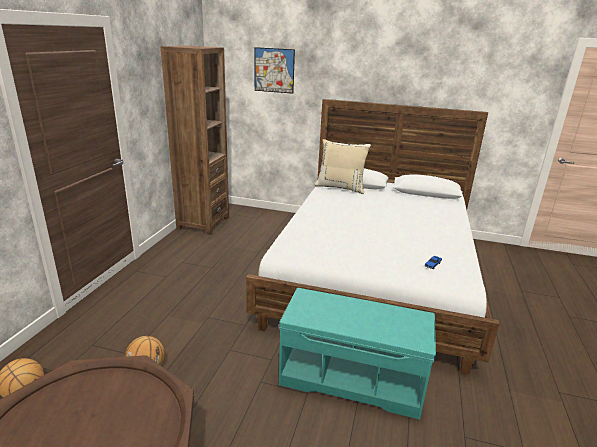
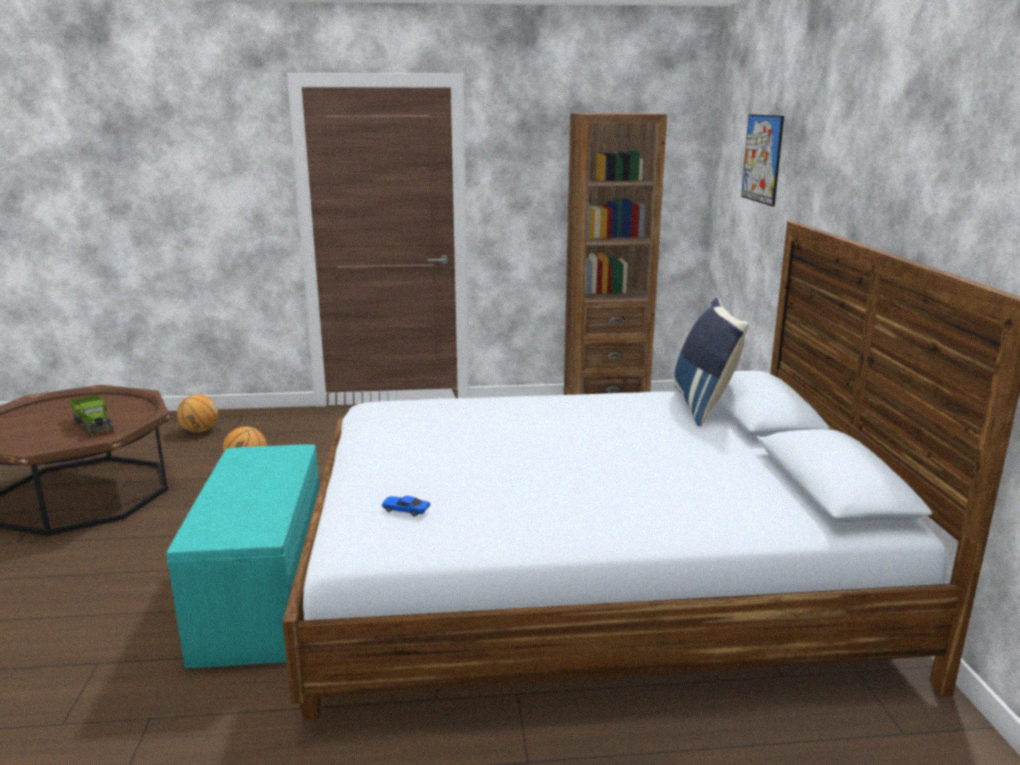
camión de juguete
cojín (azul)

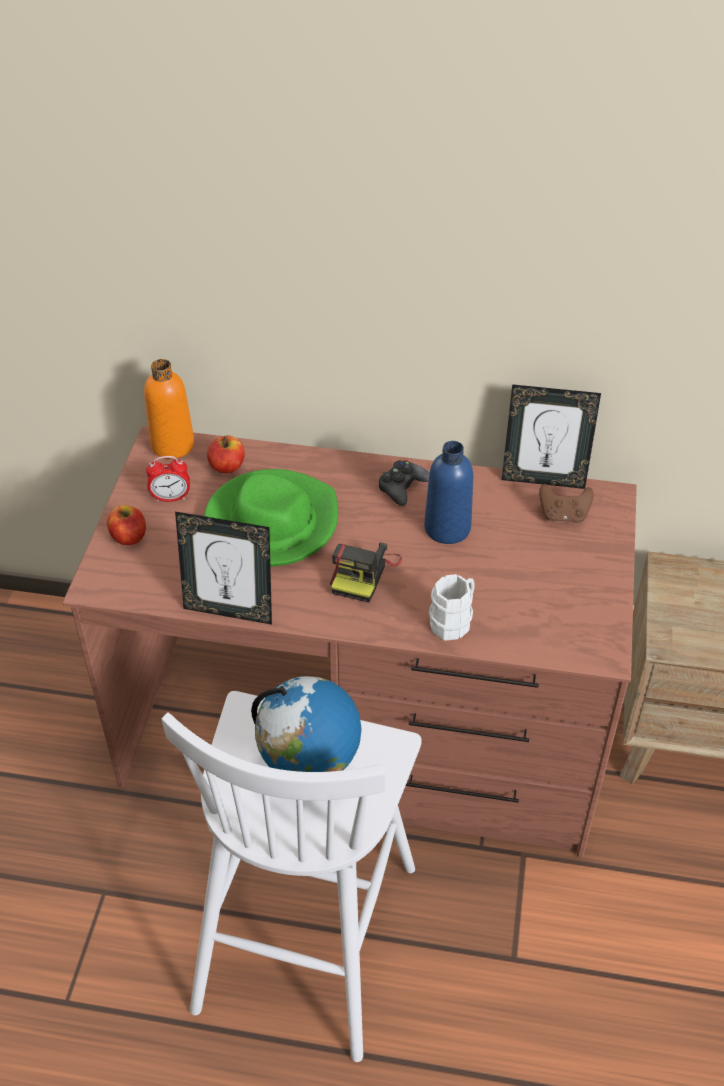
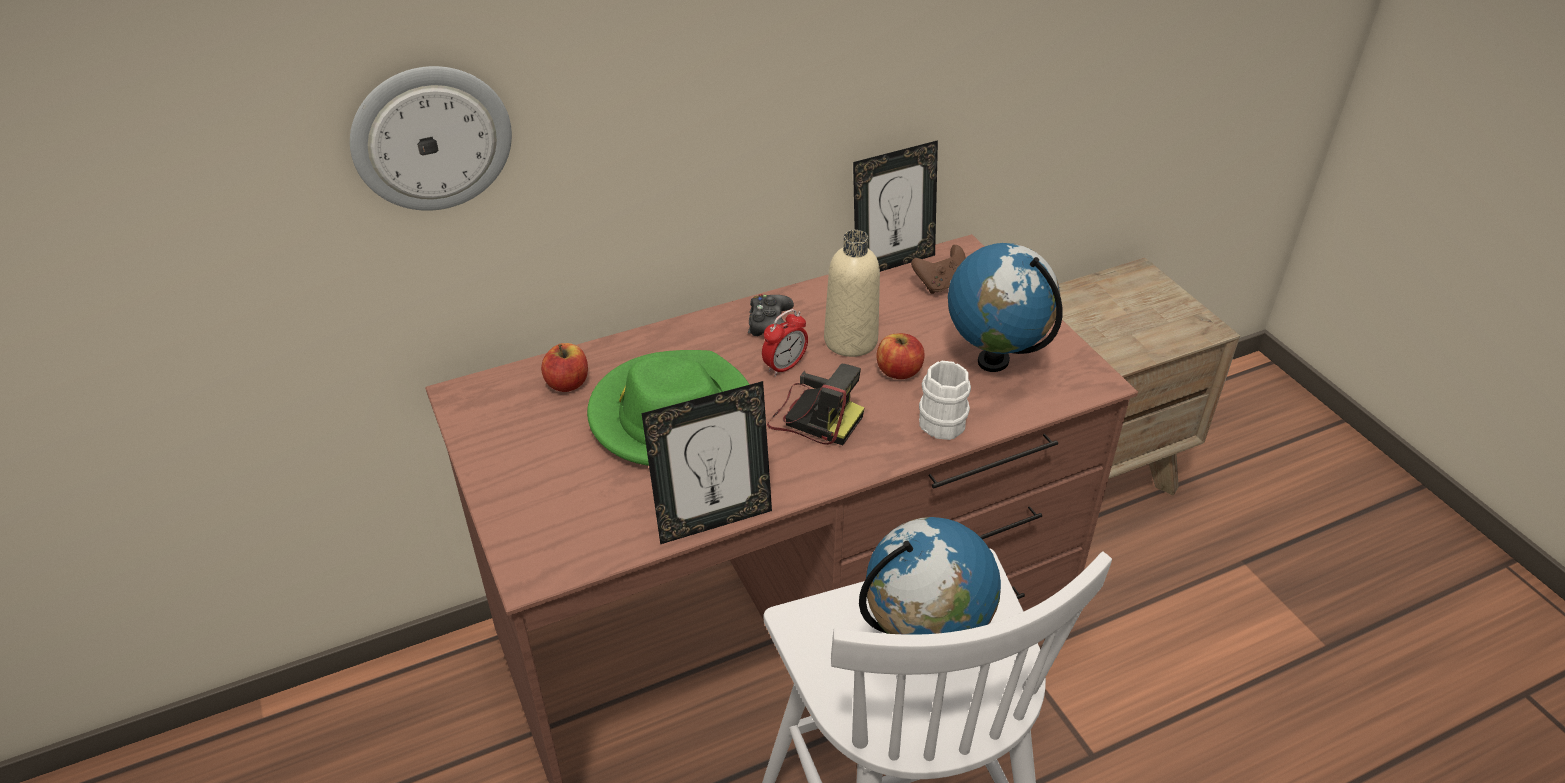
botella (naranja)
reloj de pared
globo terráqueo (no. 2 from left)
manzana (no. 2 from left)
despertador
botella (beis)
cámara

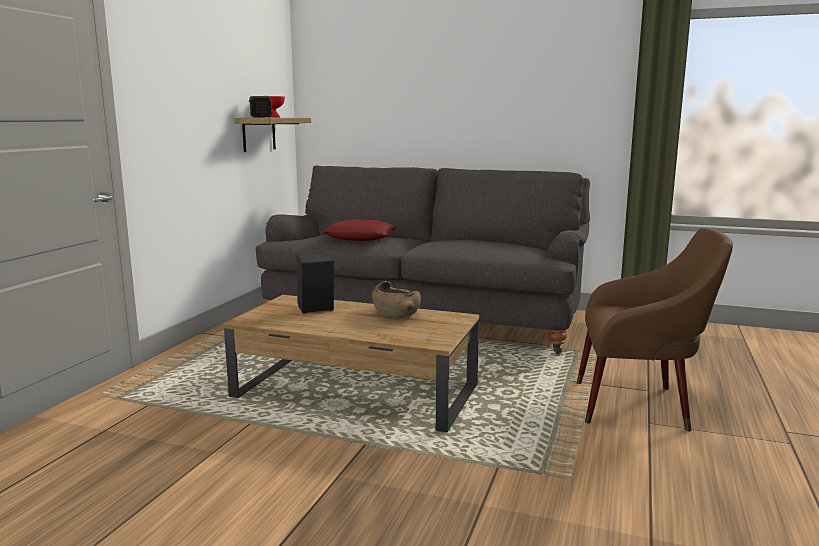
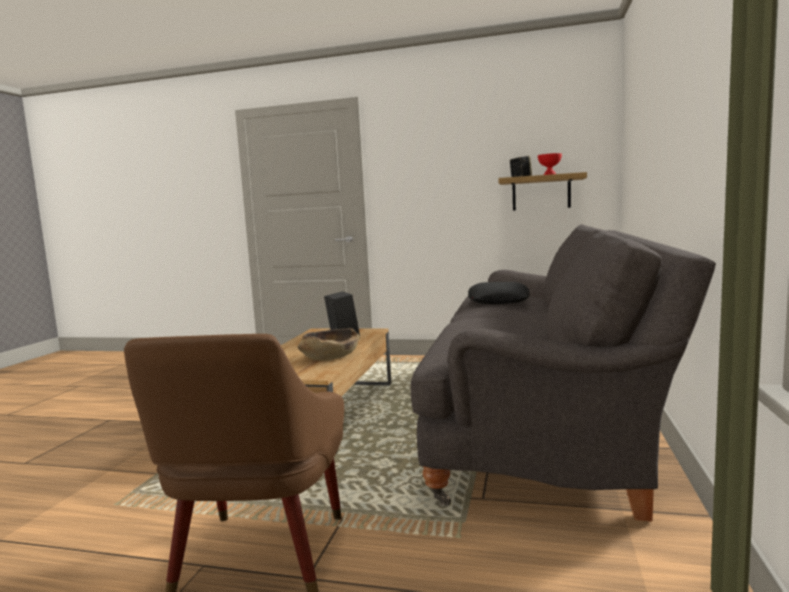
cojín (negro)

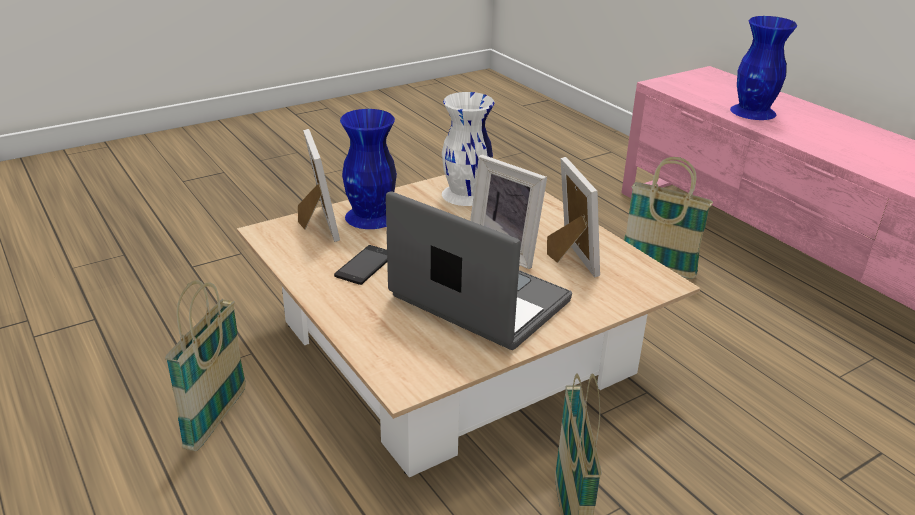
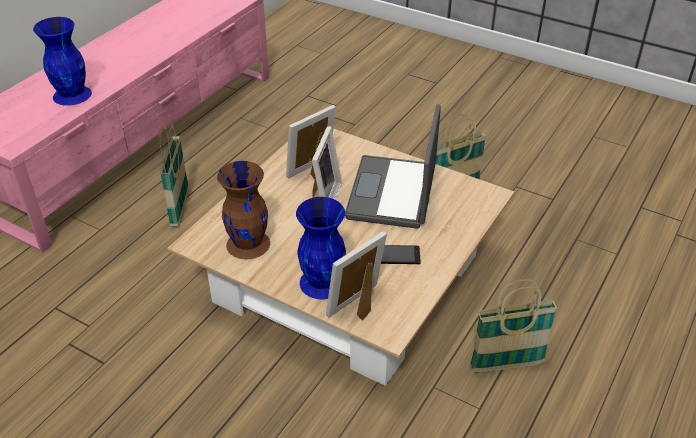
florero (marrón)

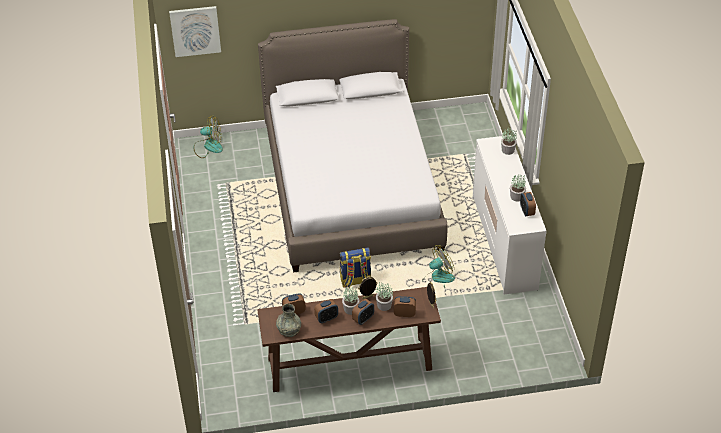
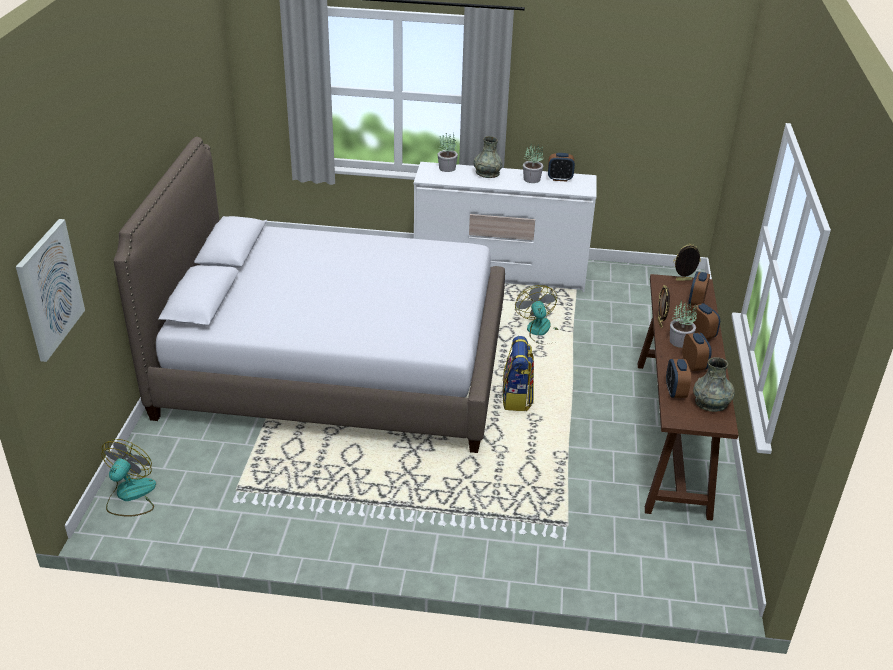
planta en maceta (no. 2 from left in the first image)
florero (gris) (no. 1 from left)

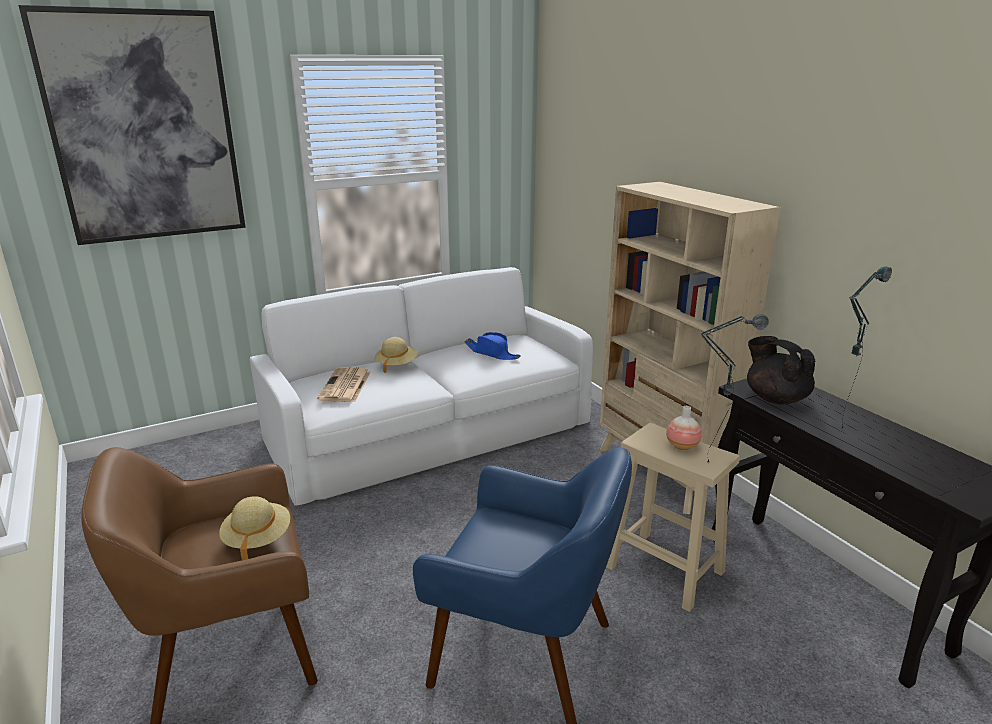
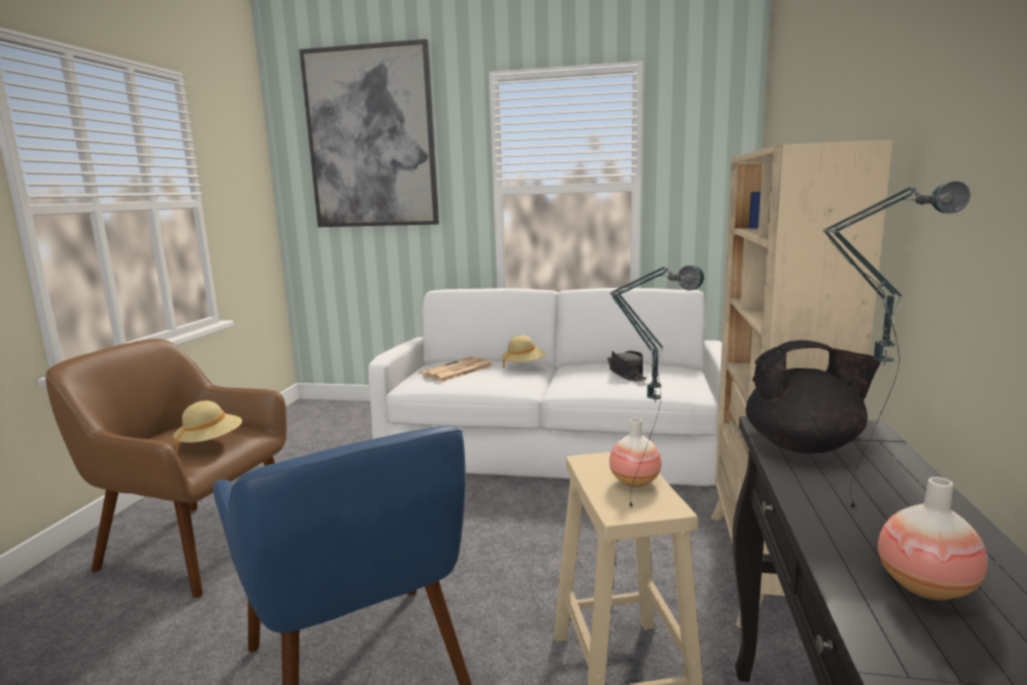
florero (no. 2 from left)
sombrero (negro)
tetera (negro)

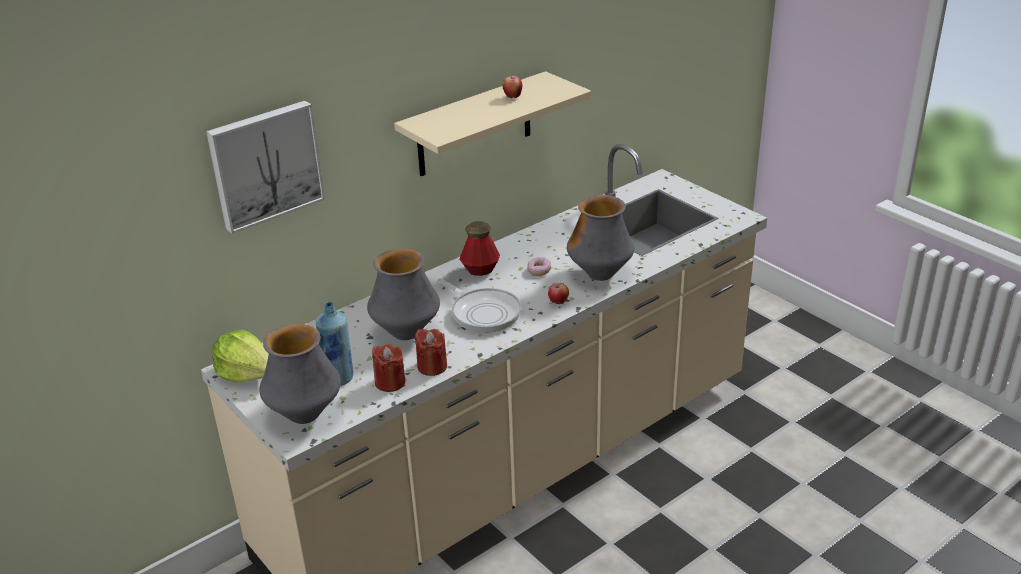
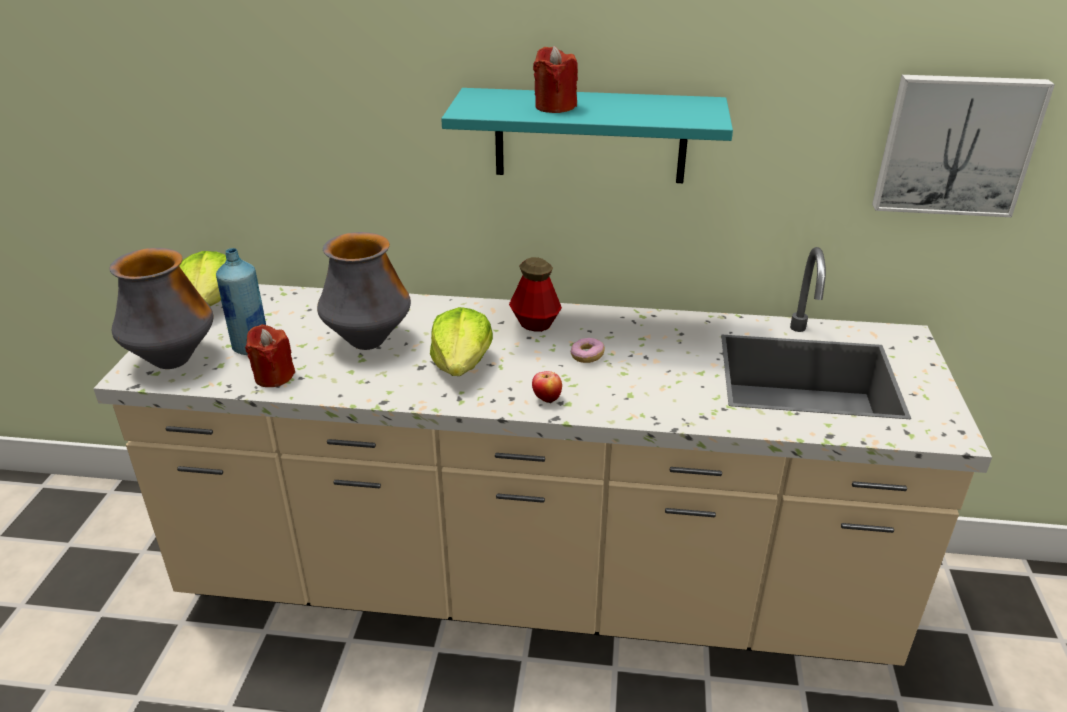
manzana (no. 1 from left in the first image)
florero (no. 3 from left in the first image)
cuadro
vela (rojo) (no. 2 from left)
lechuga (no. 2 from left)
estante (turquesa)

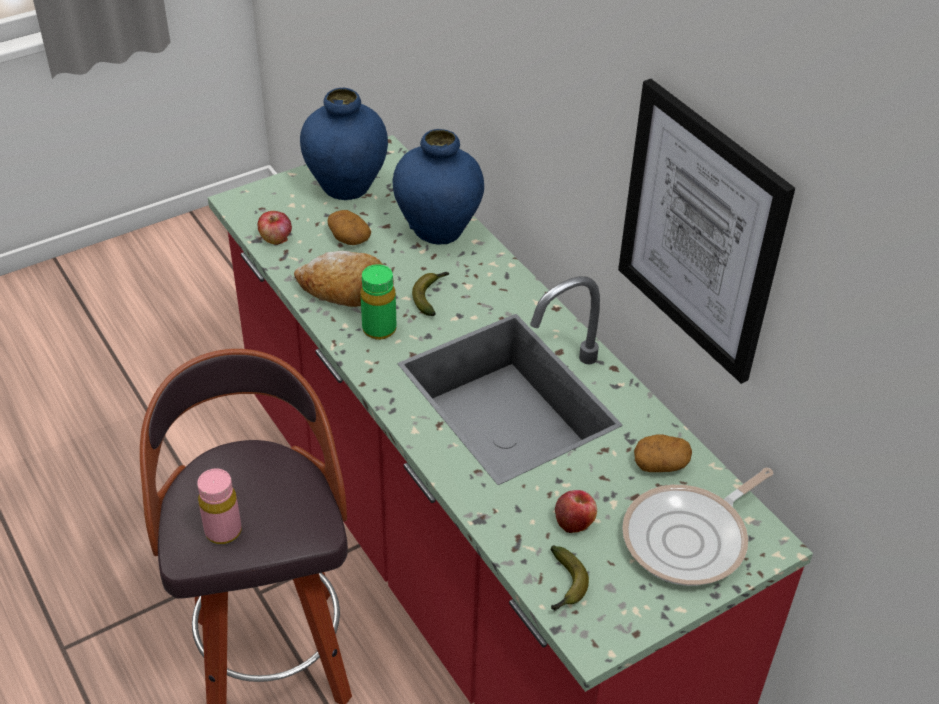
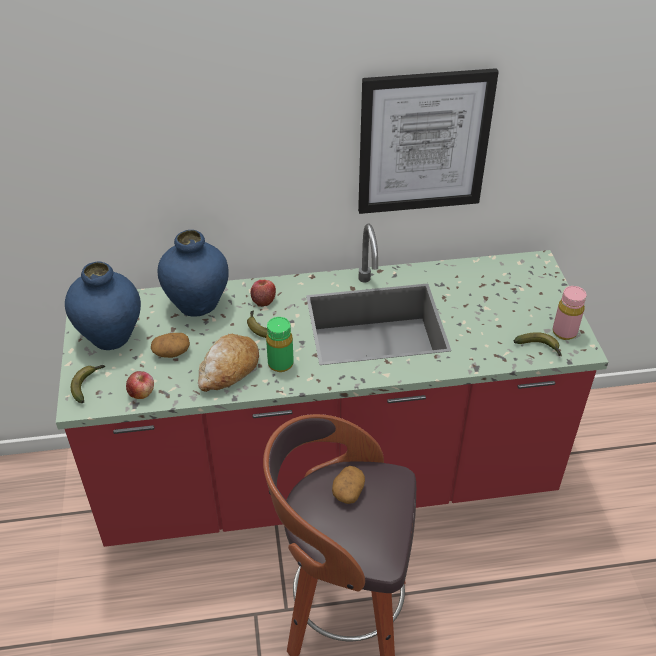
sartén
plátano (no. 1 from left)
botella (rosa)
manzana (no. 2 from left)
patata (no. 2 from left)

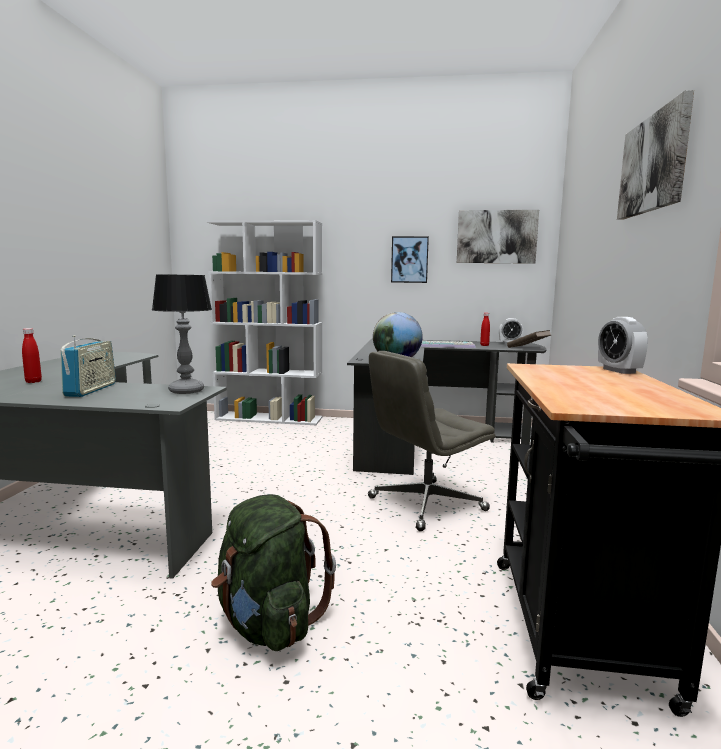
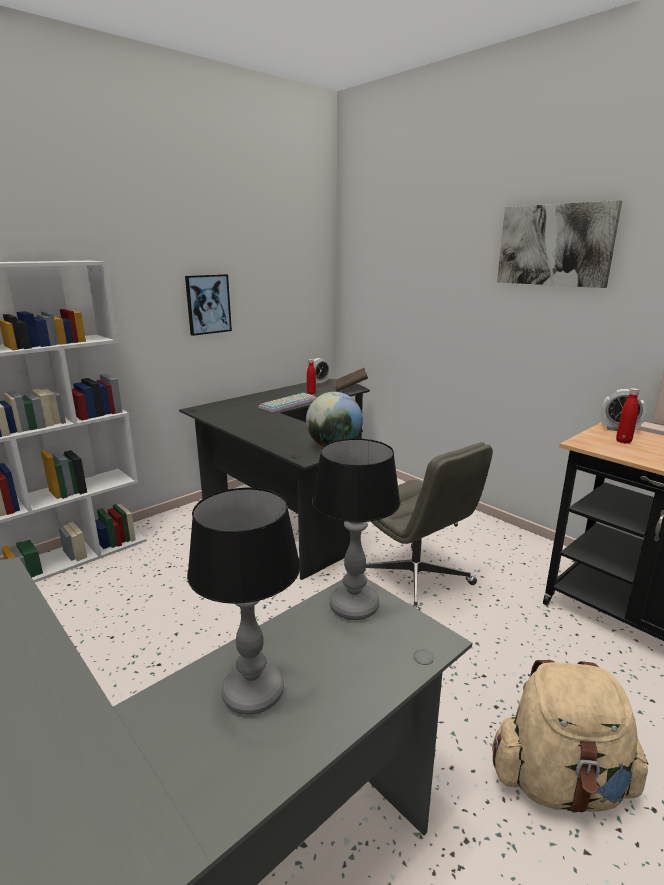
cuadro (no. 2 from left in the first image)
botella (rojo) (no. 2 from left)
lámpara de mesa (no. 1 from left)
mochila (beis)
silla de oficina (gris)

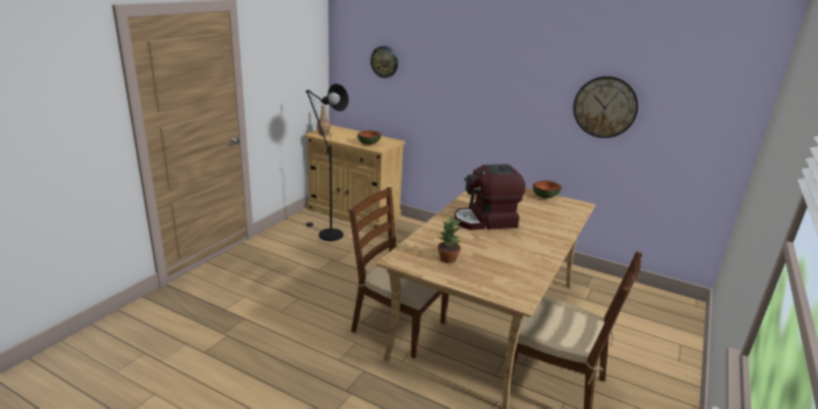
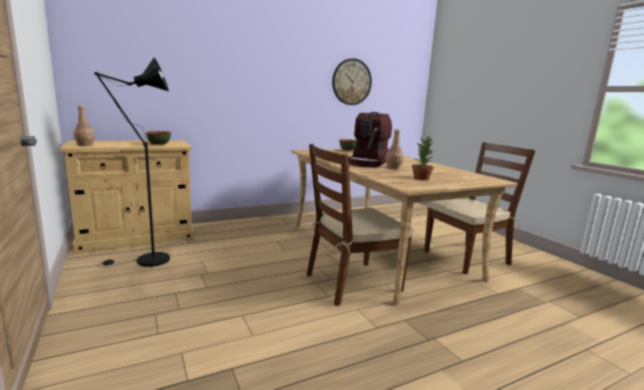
reloj de pared (no. 1 from left in the first image)
botella (marrón) (no. 2 from left)

